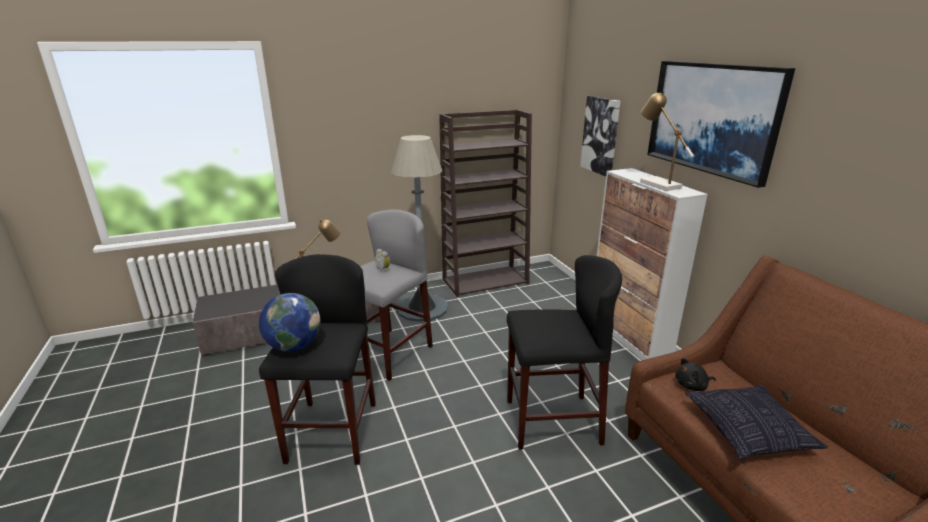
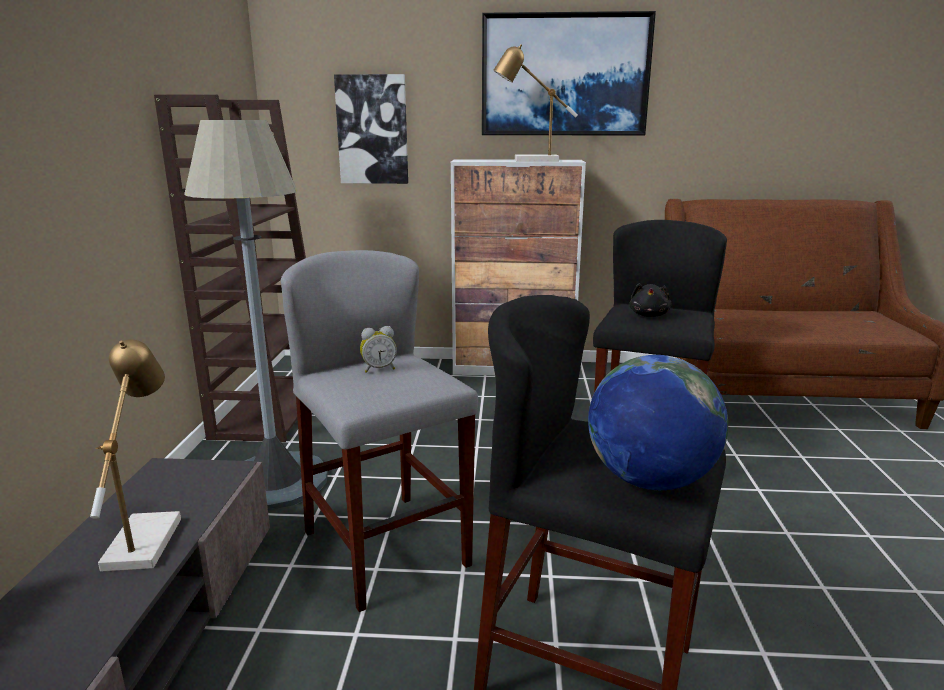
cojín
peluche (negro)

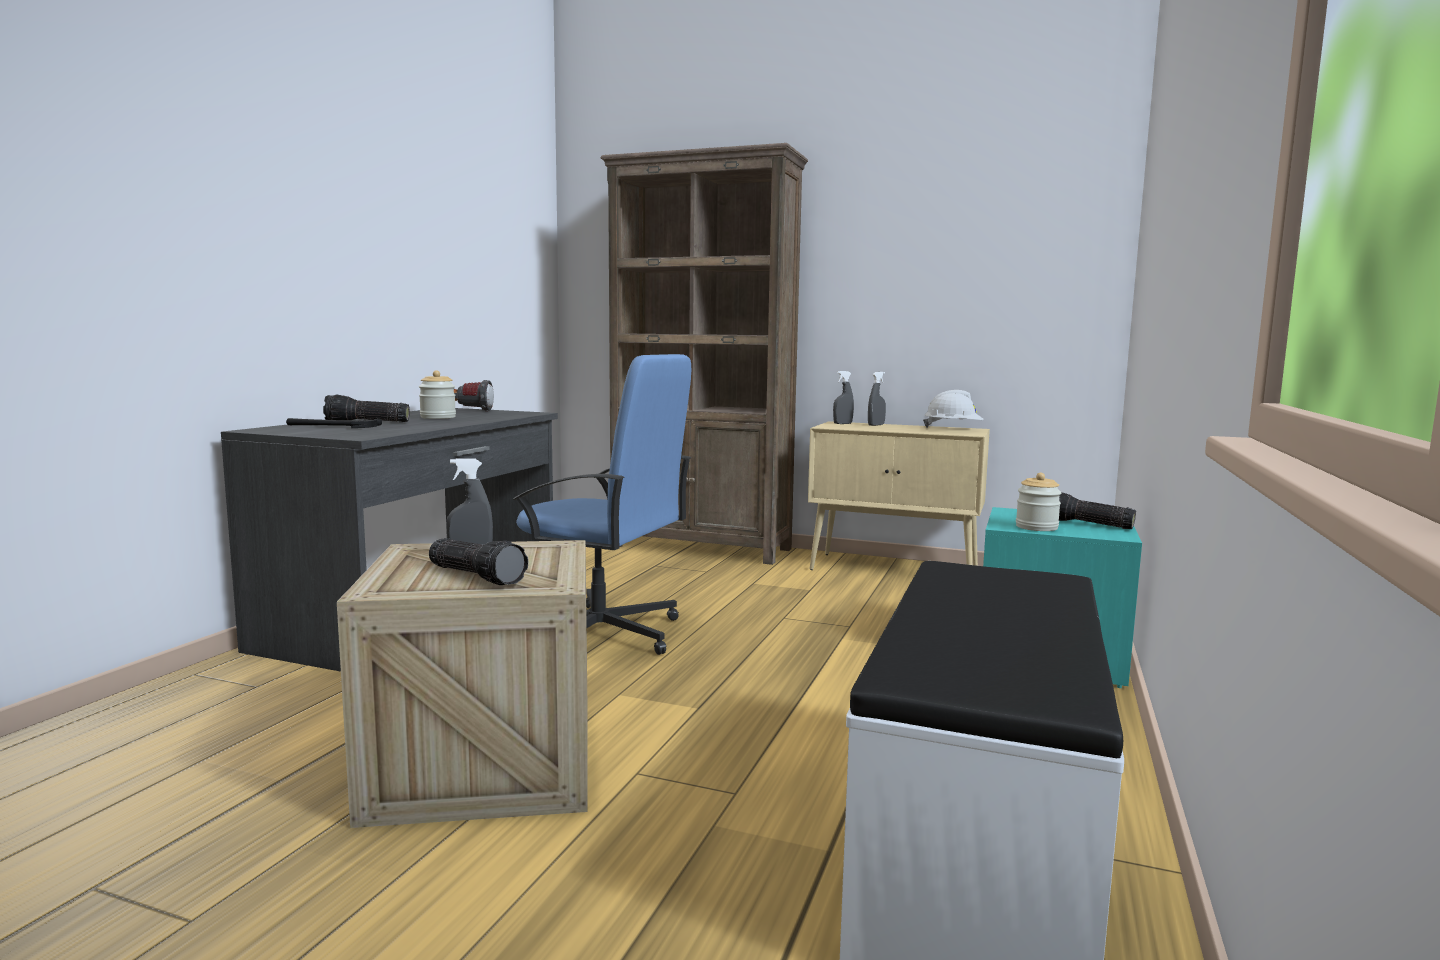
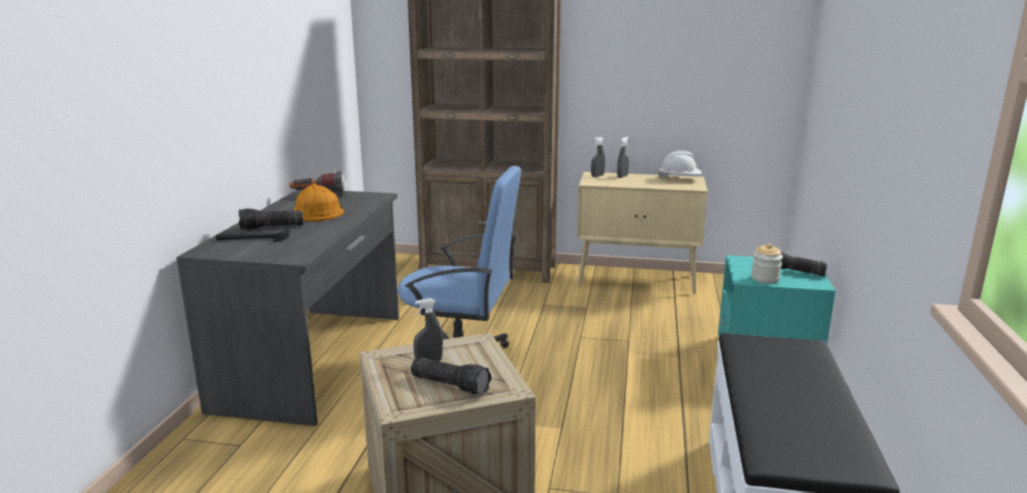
casco (naranja)

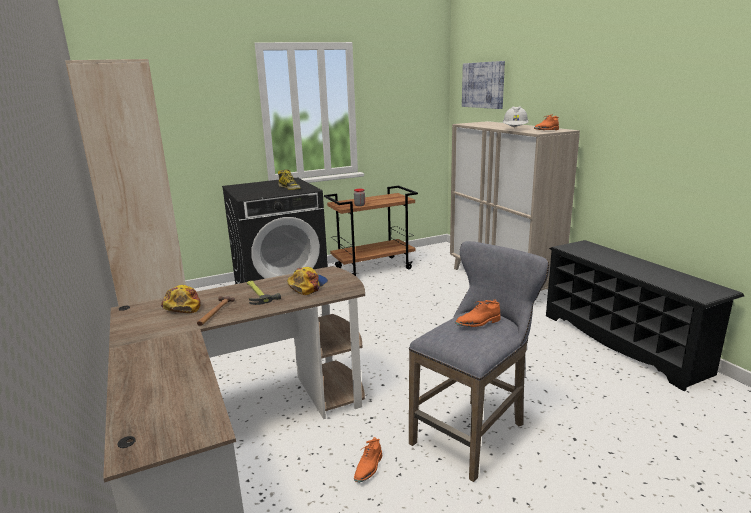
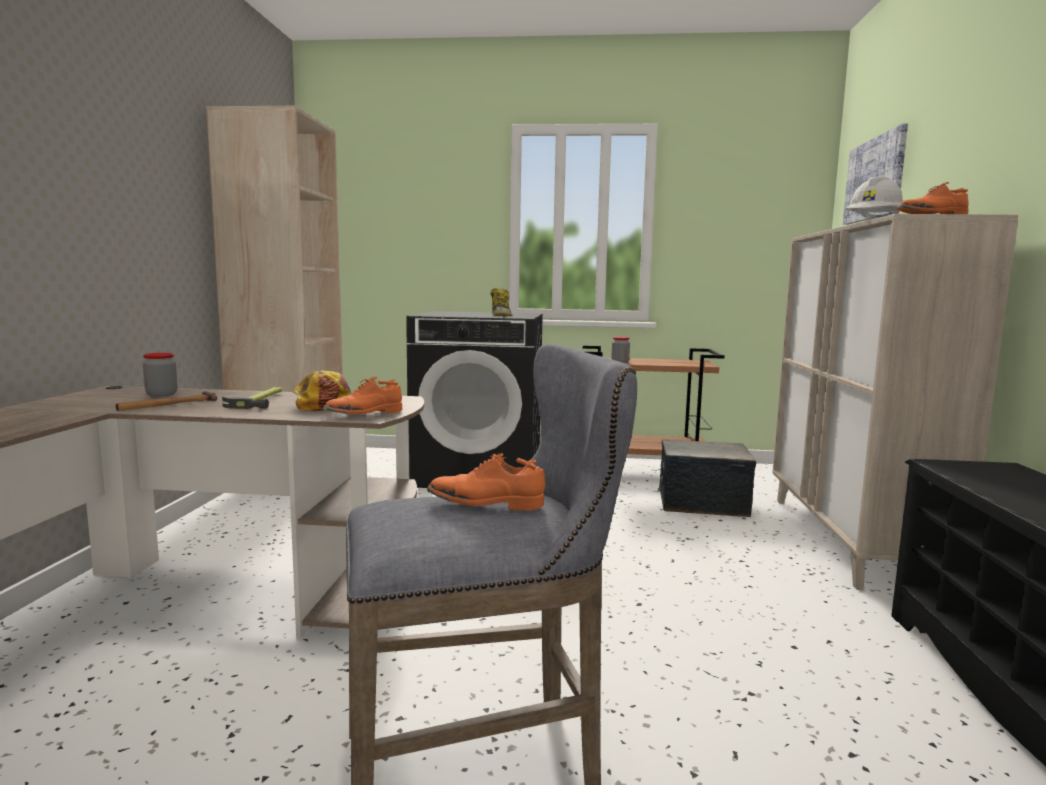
caja de almacenaje
zapato (naranja) (no. 1 from left)
tarro (no. 1 from left)

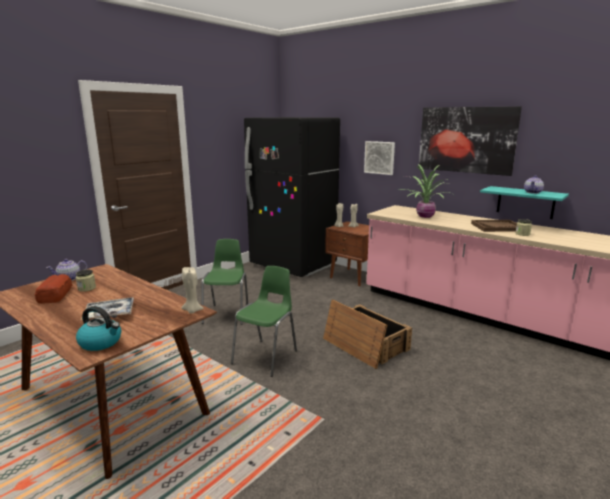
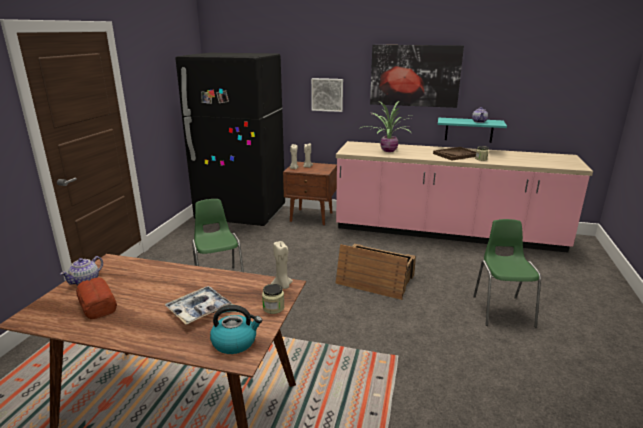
tarro (no. 1 from left)
silla (verde) (no. 2 from left)

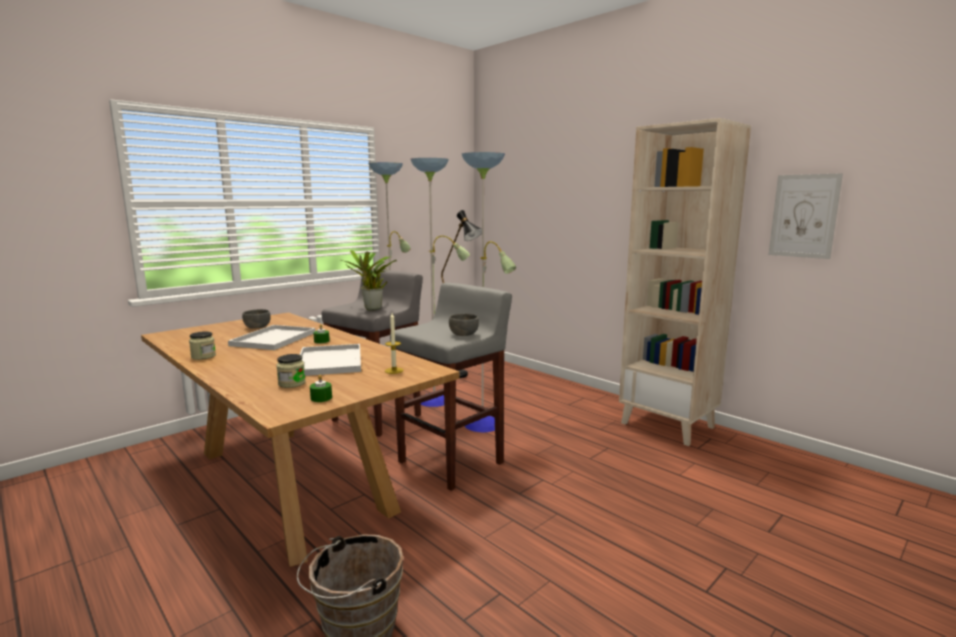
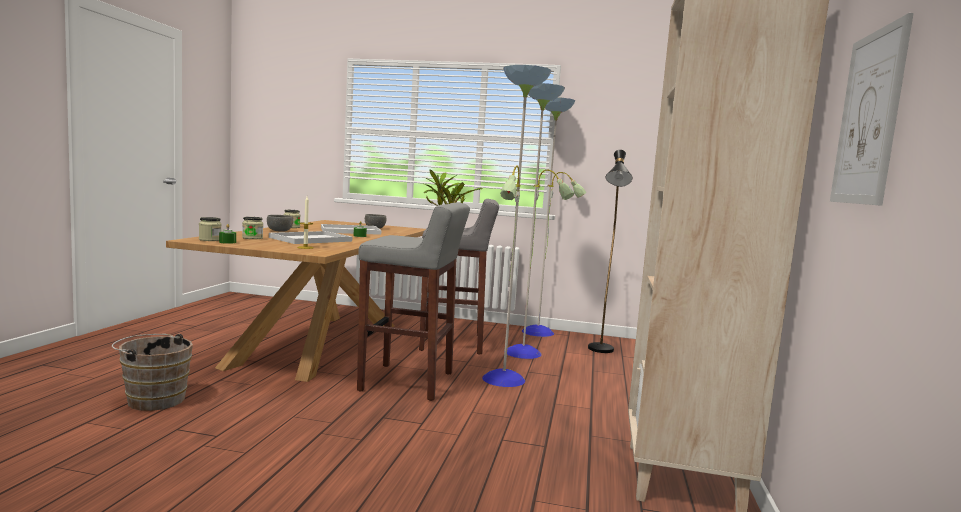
tarro (no. 1 from left)
cuenco (gris) (no. 1 from left)

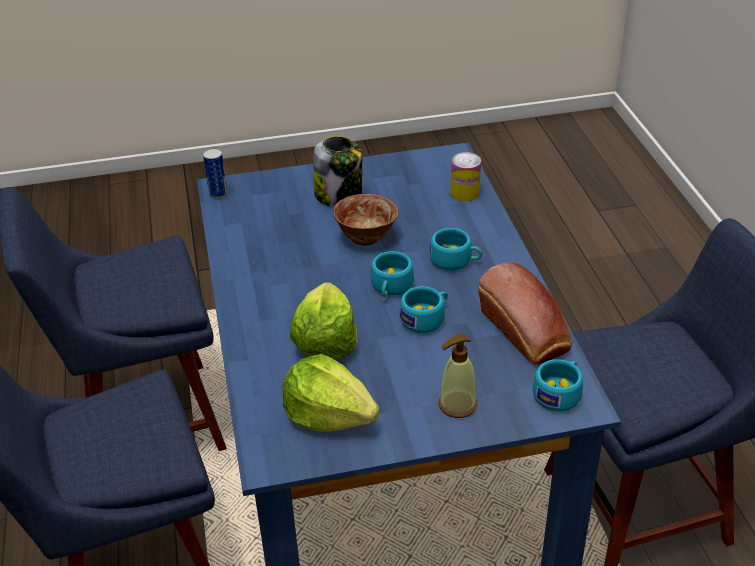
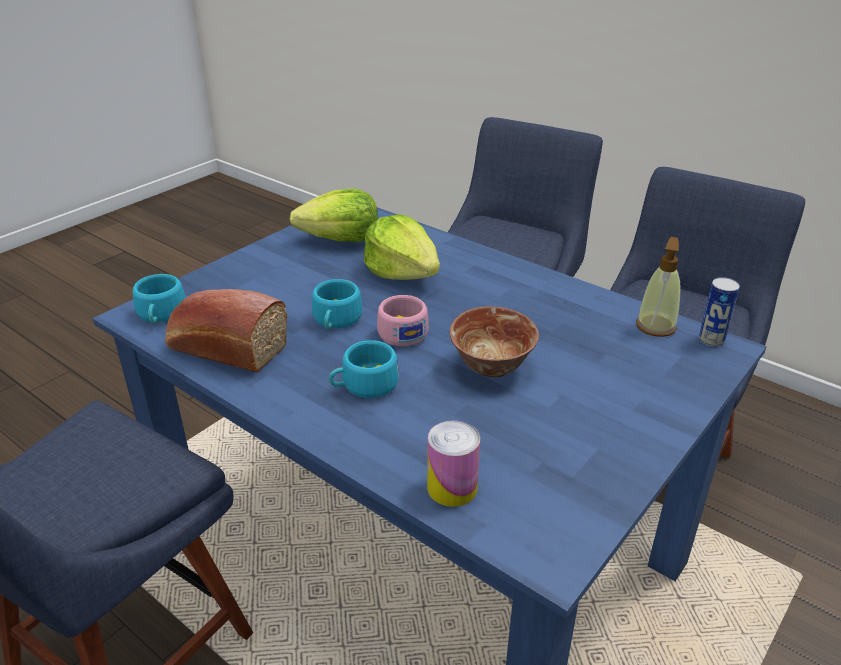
tarro
dispensador de jabón
taza (rosa)

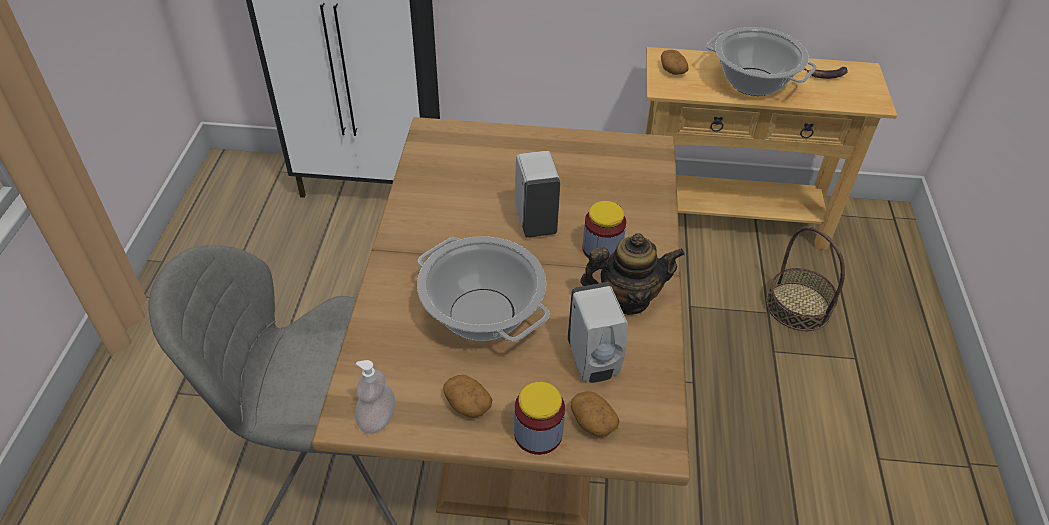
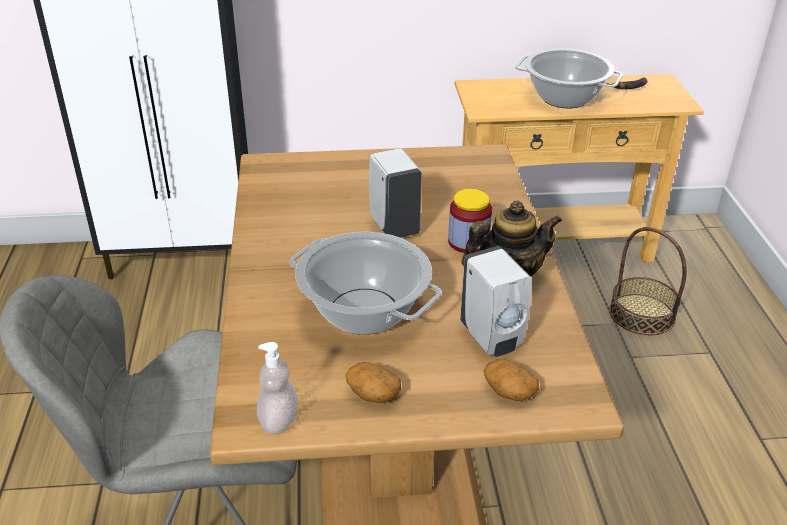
tarro (no. 1 from left in the first image)
patata (no. 3 from left in the first image)

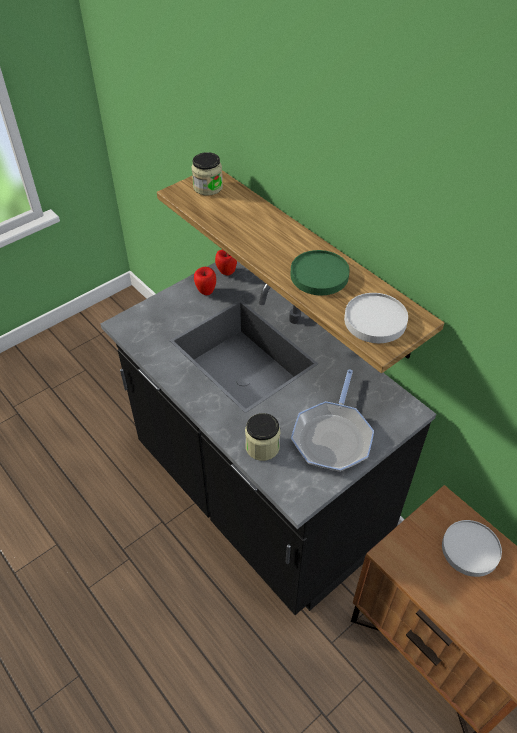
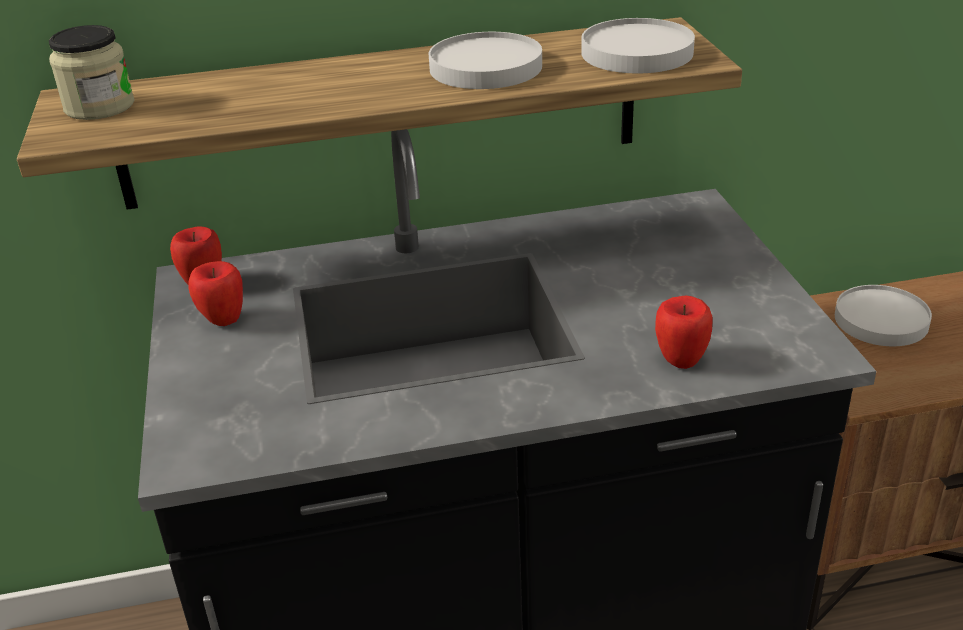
sartén
manzana (no. 3 from left)
plato (blanco) (no. 1 from left)

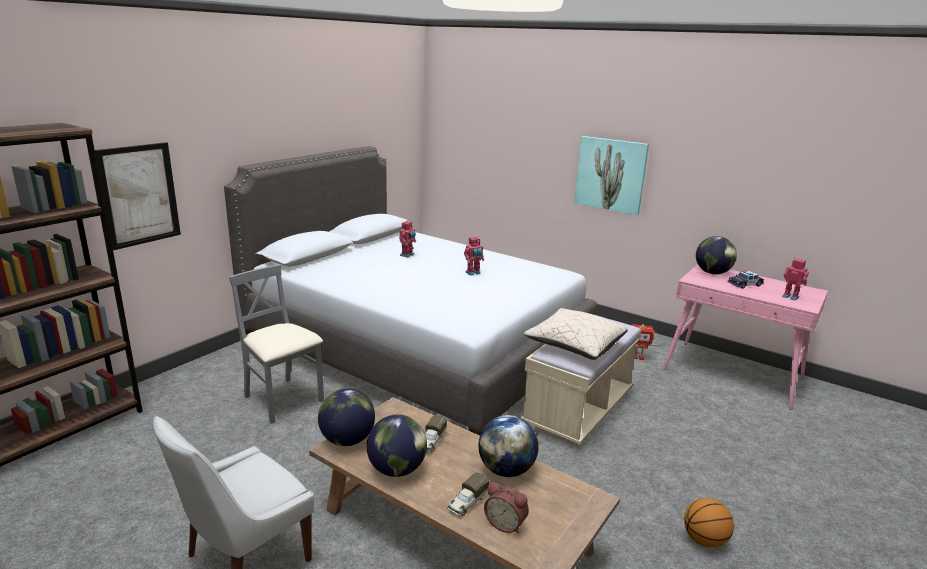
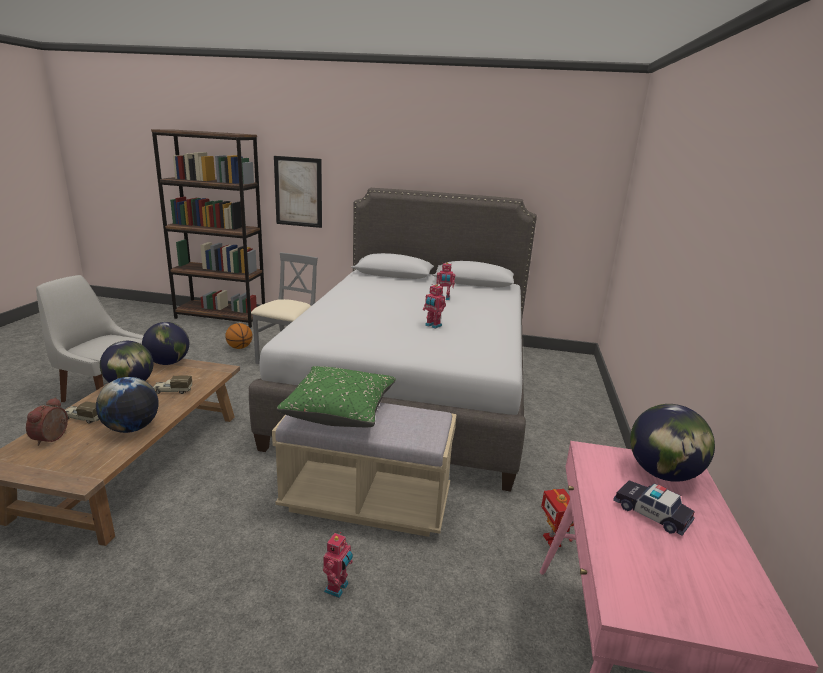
cuadro (no. 2 from left in the first image)
balón de baloncesto
robot de juguete (no. 1 from left)
cojín (verde)

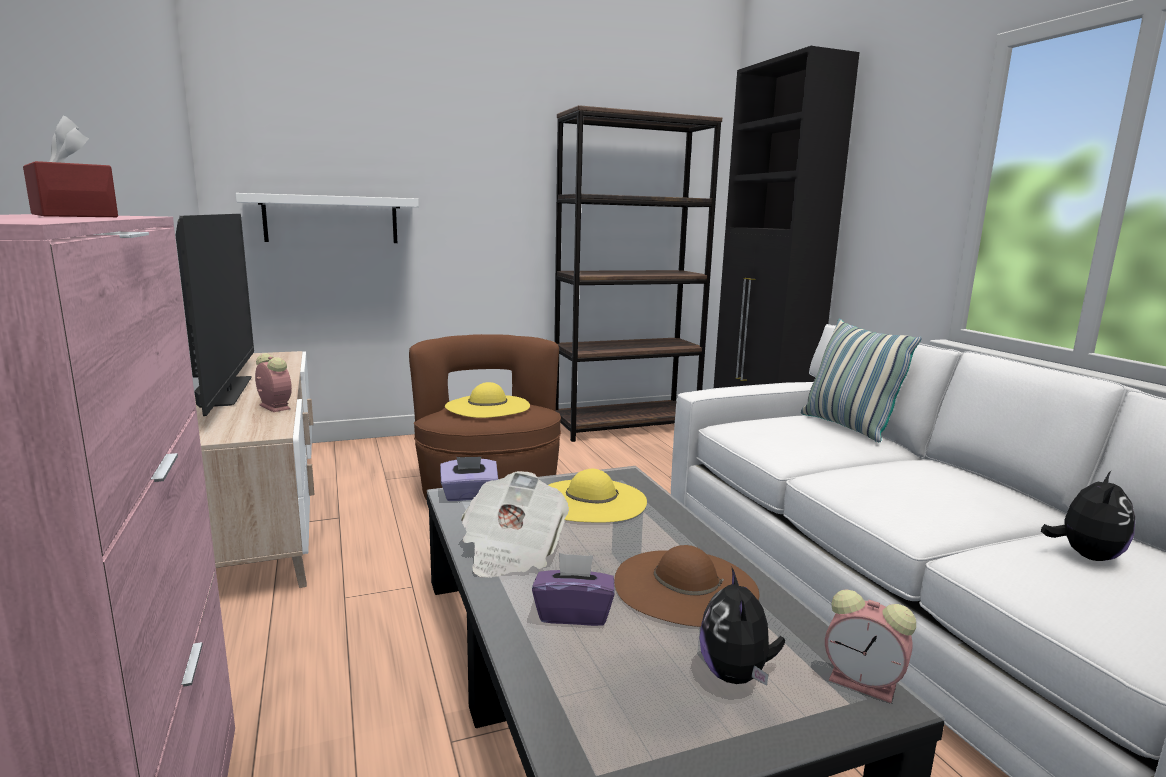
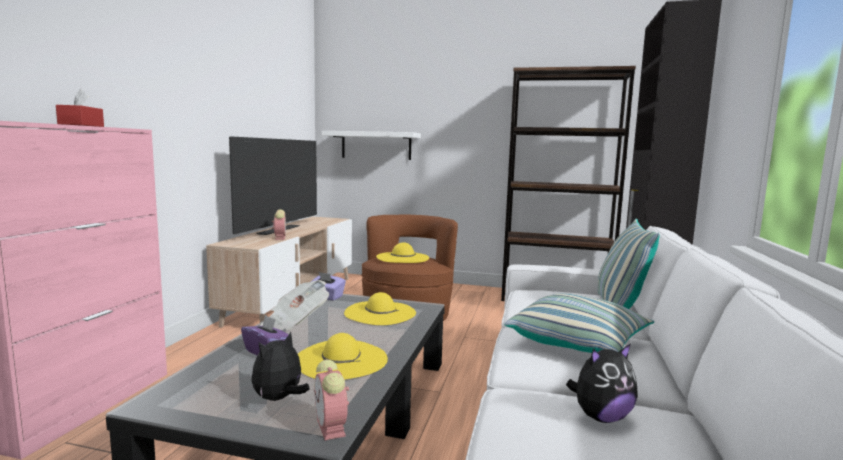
cojín (no. 1 from left)
sombrero (amarillo) (no. 1 from left)

